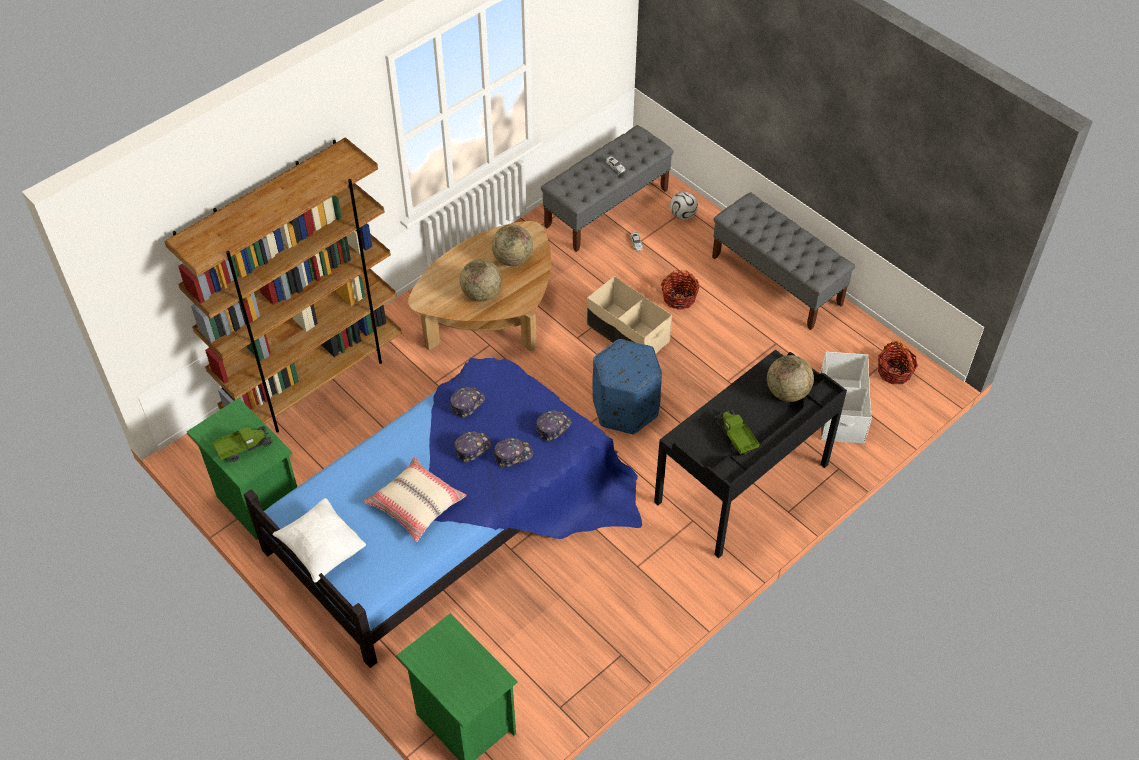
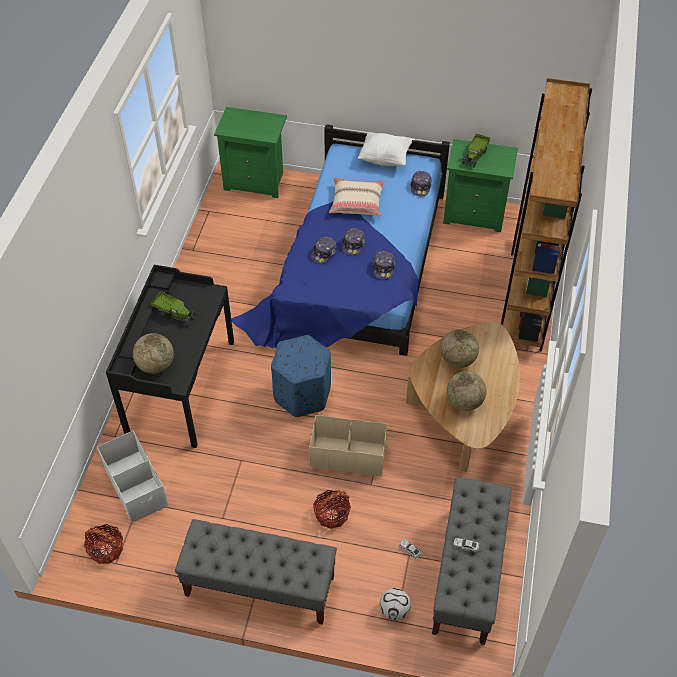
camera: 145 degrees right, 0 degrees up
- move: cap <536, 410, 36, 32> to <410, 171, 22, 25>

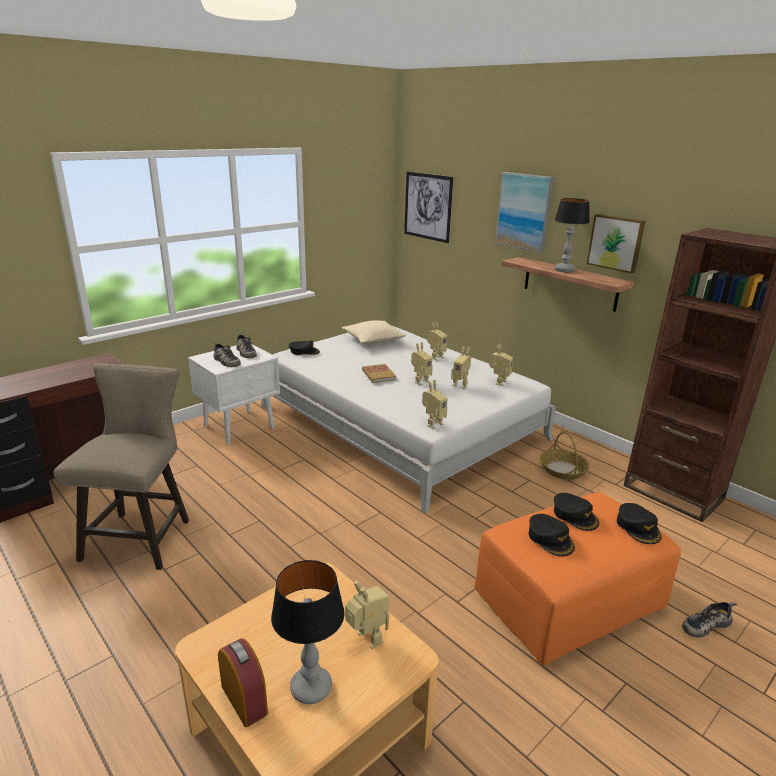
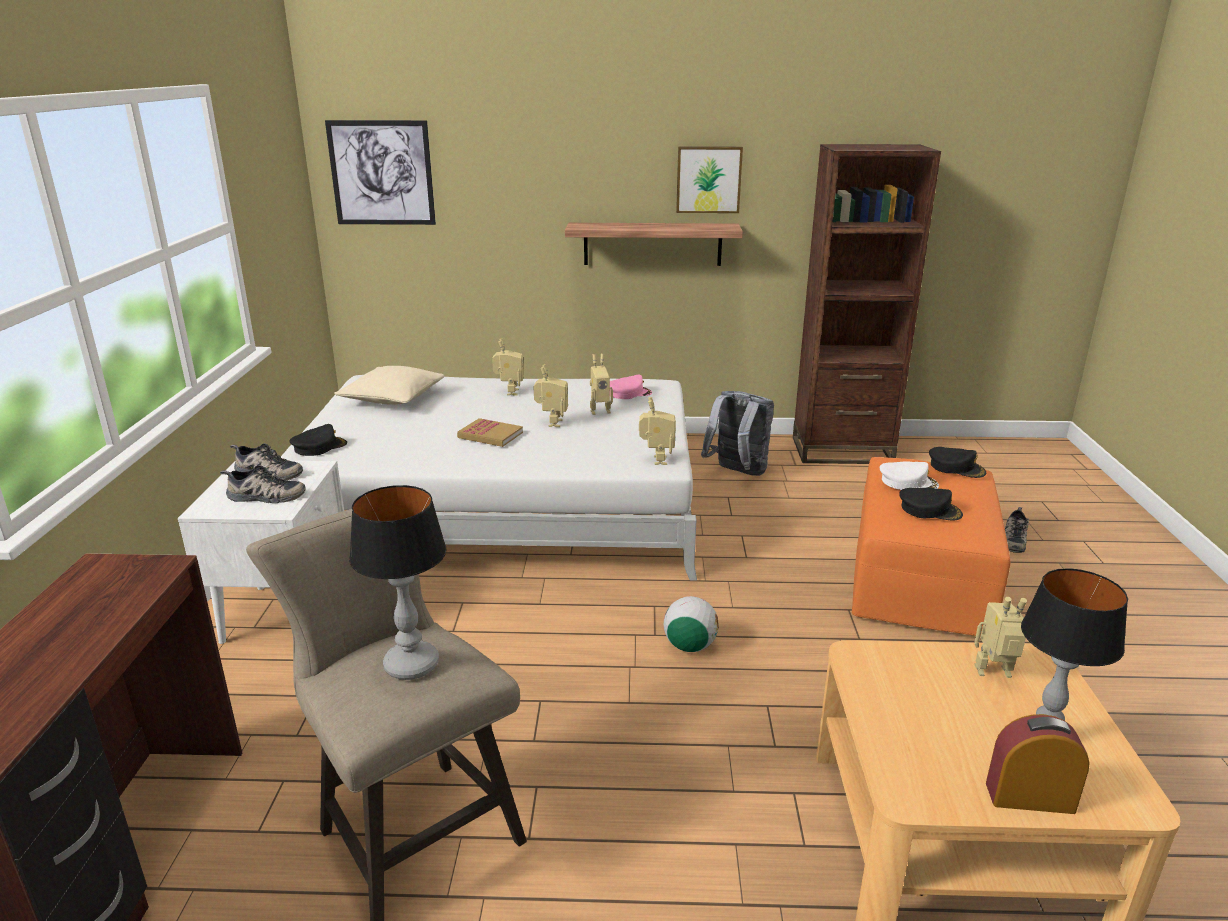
camera: 45 degrees left, 0 degrees up
- replace: model robot <489, 344, 24, 42> to pink-coloured cap <610, 375, 42, 24>
- delete: wall art <495, 172, 59, 81>
- replace: storage basket <540, 431, 50, 49> to greyish rucksack <701, 391, 73, 85>
- recolor: black-coloured cap <554, 493, 45, 38> to white cap <880, 461, 59, 29>
- move: tabletop lamp <555, 198, 35, 74> to <349, 485, 98, 195>
- insert: football ball <664, 596, 55, 56>

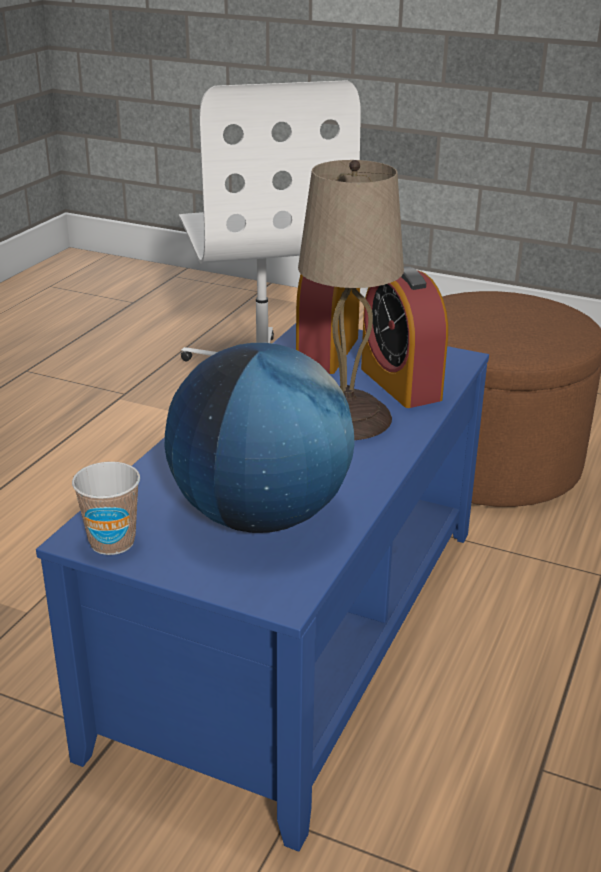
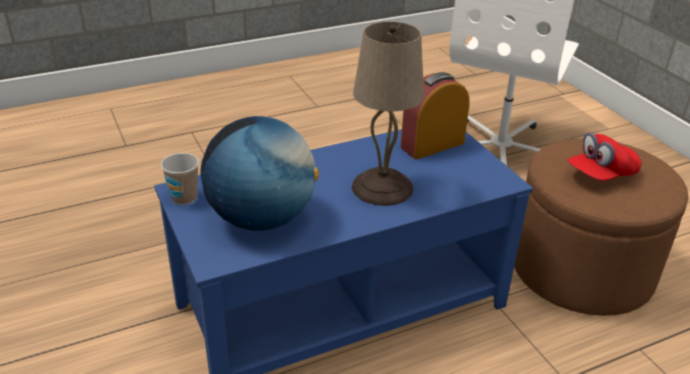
camera: 40 degrees right, 5 degrees up
- delete: alarm clock <361, 266, 87, 142>
- insert: red-coloured cap <567, 132, 75, 49>

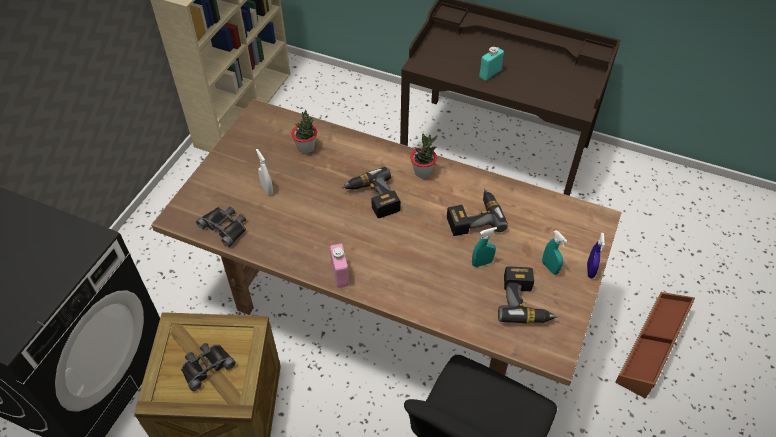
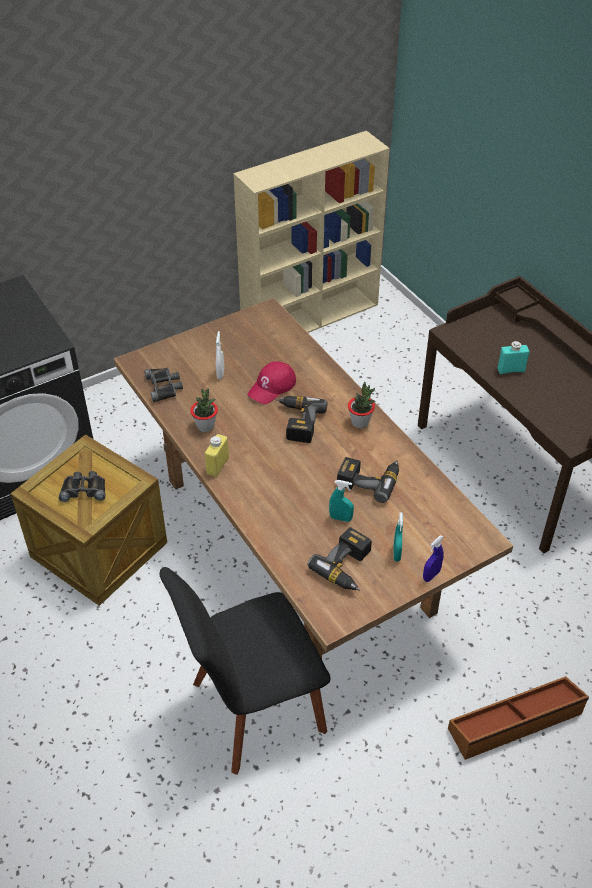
camera: 35 degrees right, 5 degrees down
- move: potted plant <291, 110, 26, 44> to <190, 388, 28, 44>
- recolor: pink-coloured bottle <330, 244, 19, 44> to yellowish bottle <205, 434, 24, 43>
- insert: red-coloured cap <247, 361, 49, 43>

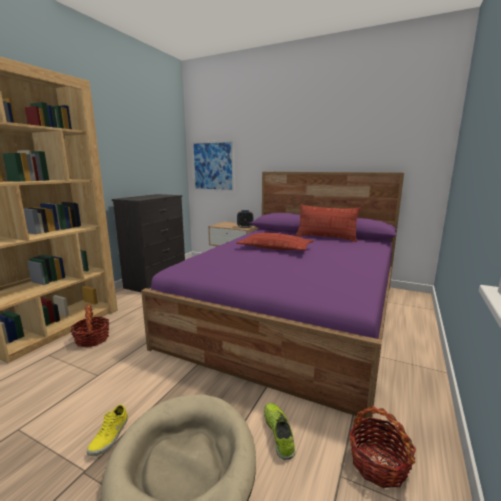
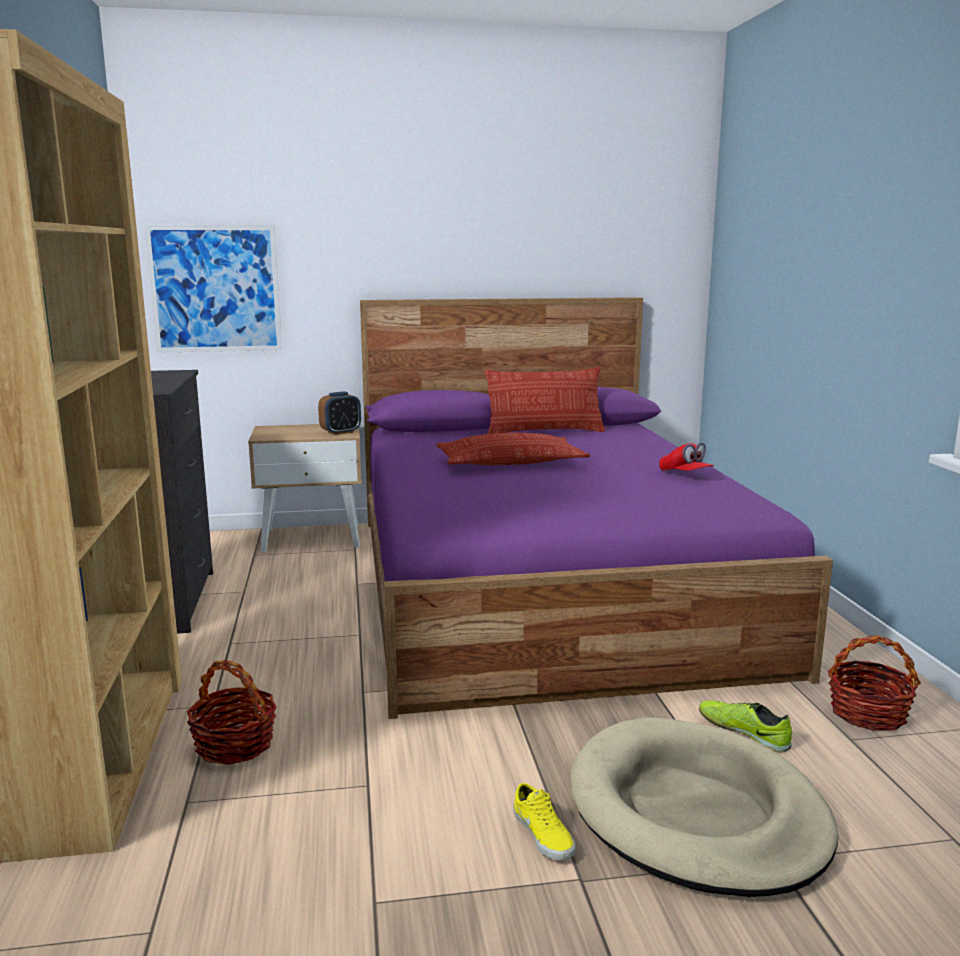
camera: 35 degrees left, 0 degrees up
- insert: red-coloured cap <659, 442, 55, 29>

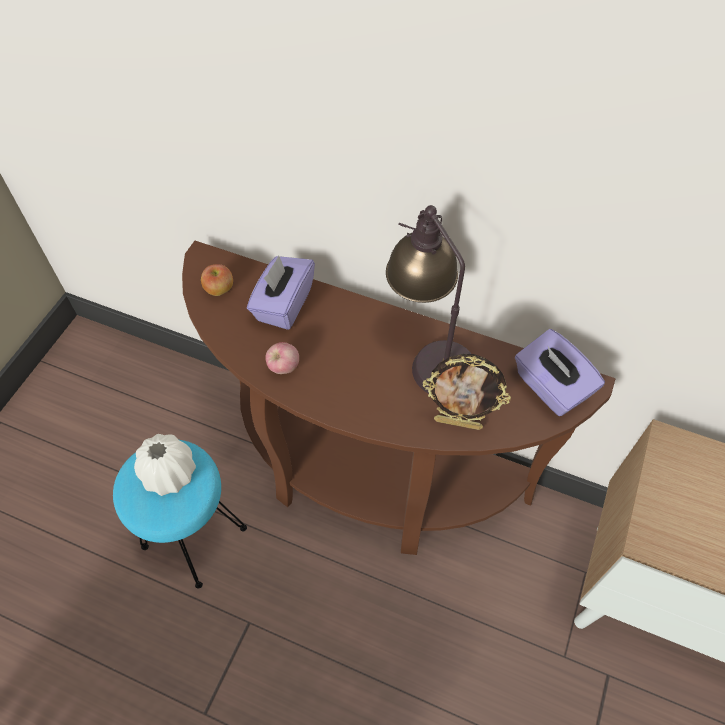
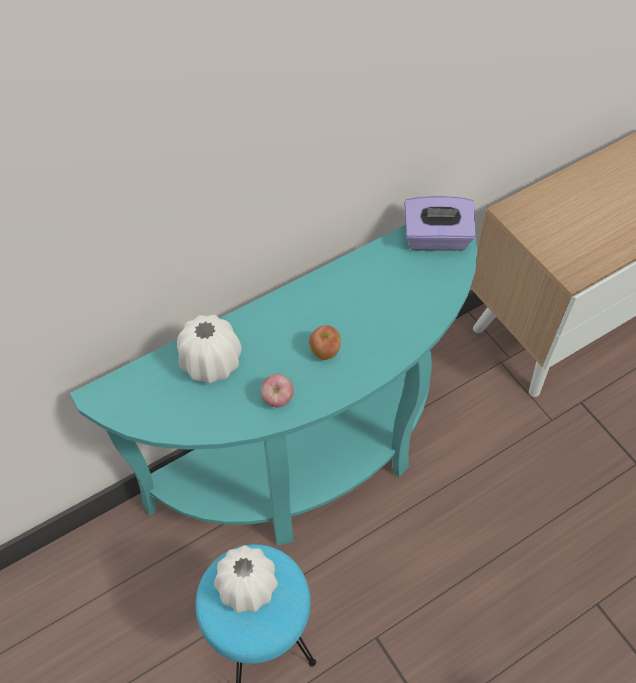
camera: 55 degrees left, 0 degrees up
- recolor: brownish console table <182, 241, 433, 314> to turquoise console table <70, 225, 408, 321>
- move: apple <201, 264, 32, 32> to <309, 325, 32, 35>
- replace: purple-coloured tissue holder <247, 256, 68, 74> to white flower vase <177, 315, 65, 69>
- delete: tabletop lamp <386, 205, 85, 189>
- delete: standing frame <423, 354, 88, 76>

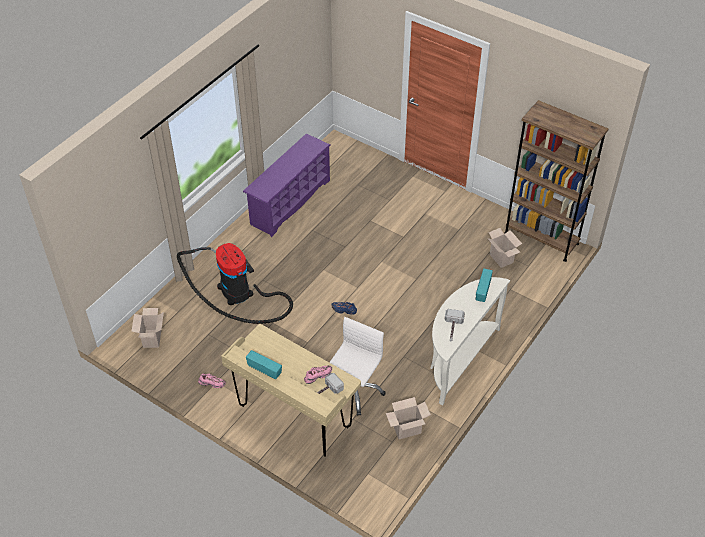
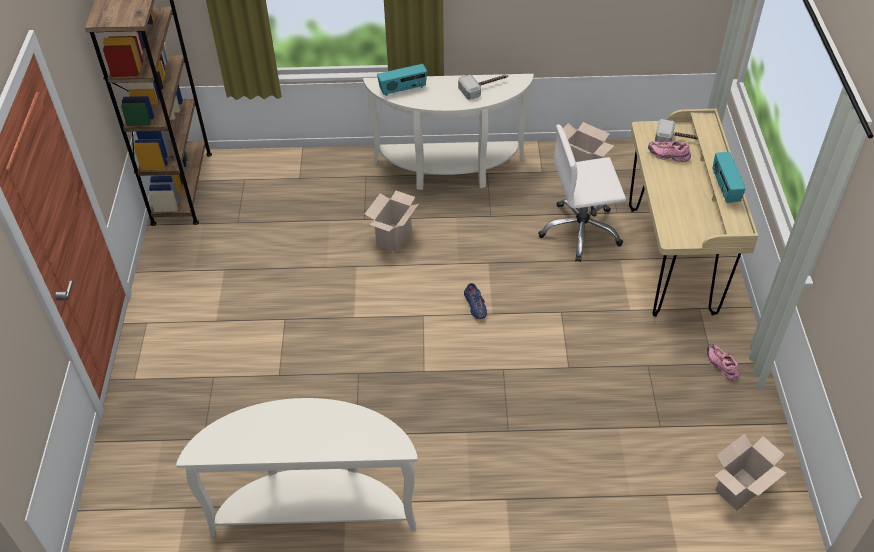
camera: 125 degrees left, 0 degrees up
- delete: vacuum cleaner <177, 243, 116, 81>
- replace: purple-coloured shoe stand <243, 134, 87, 103> to white console table <176, 398, 242, 139>
- move: cardboard box <487, 228, 35, 40> to <365, 191, 54, 61>

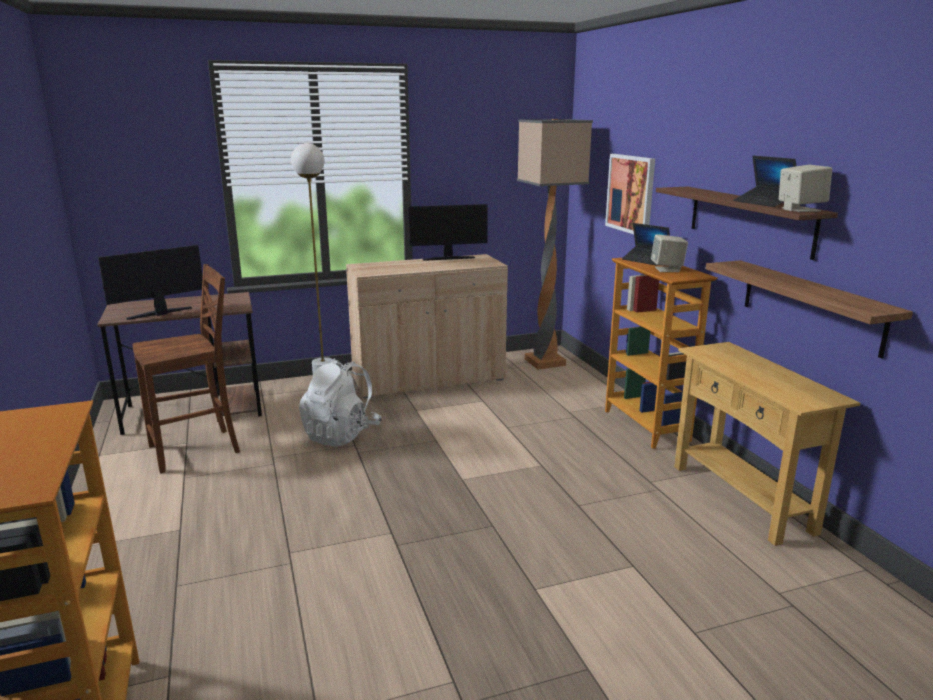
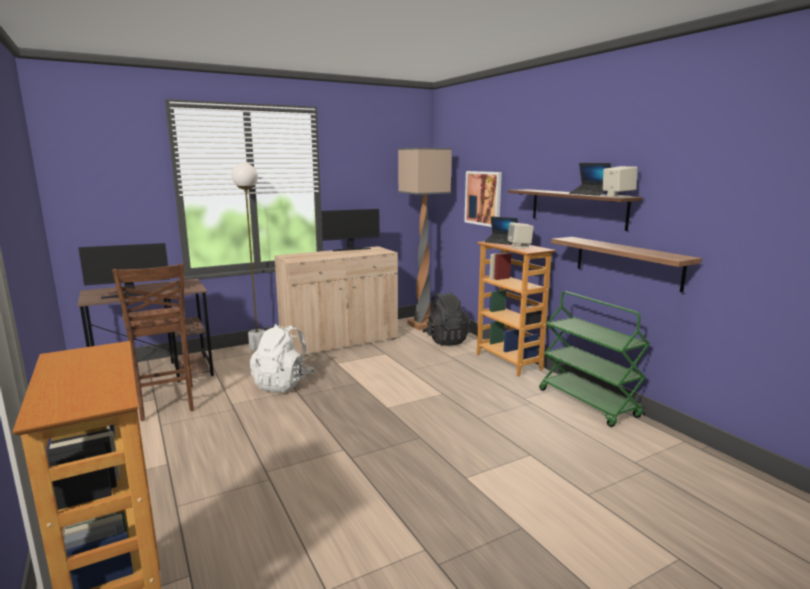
camera: 10 degrees left, 5 degrees down
- rotate: computer display <98, 245, 105, 75> = <78, 243, 92, 56> 150 degrees counterclockwise
- rotate: brownish chair <132, 264, 108, 209> = <112, 263, 82, 158> 105 degrees clockwise
- replace: beige-coloured console table <674, 342, 186, 204> to green trolley <539, 291, 111, 136>
- insert: black-coloured rucksack <422, 292, 49, 54>

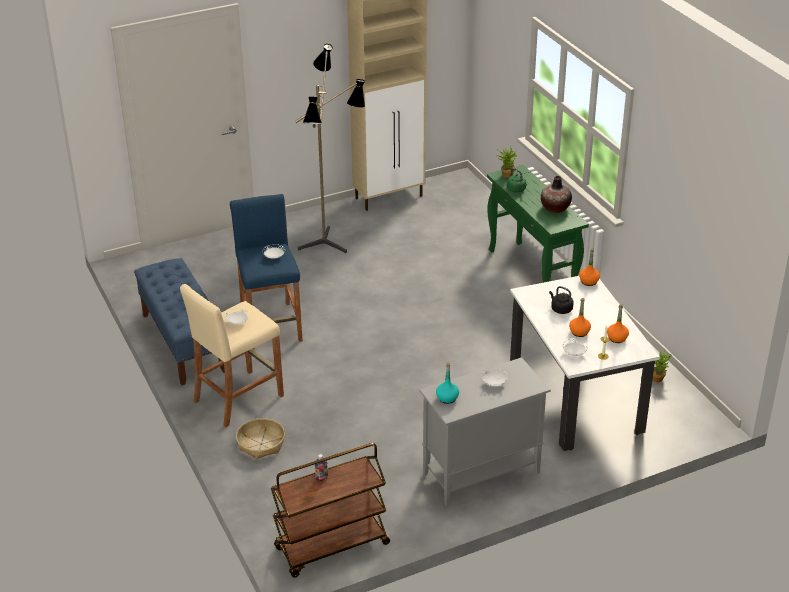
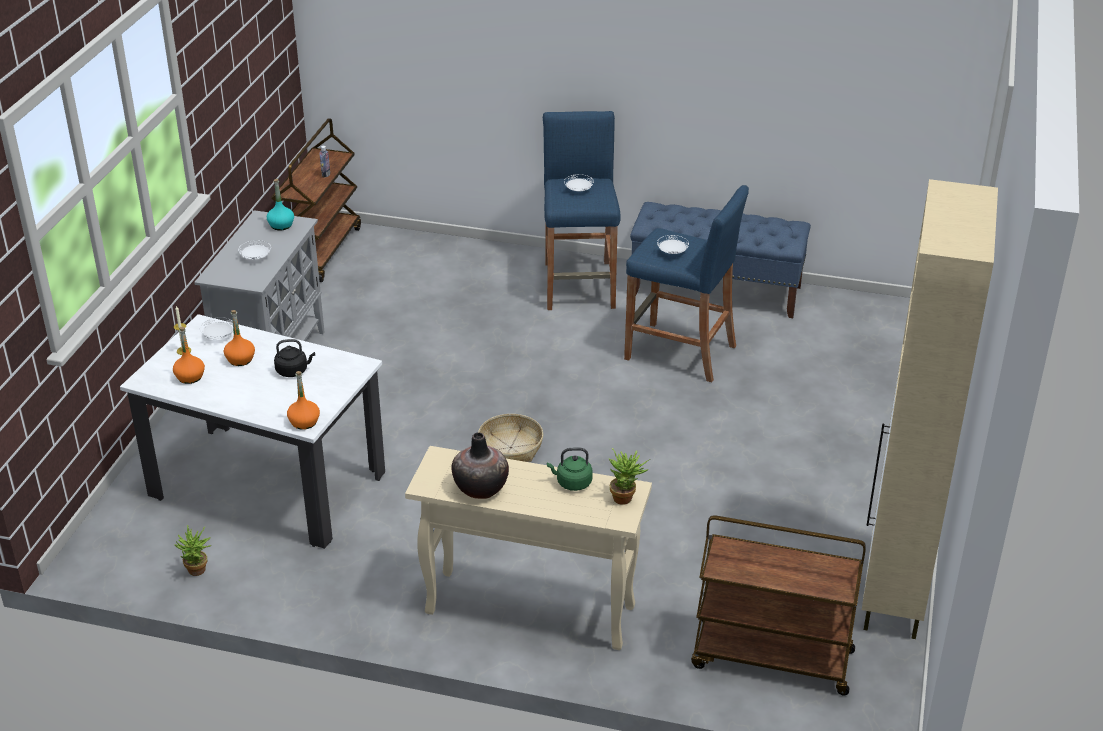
camera: 130 degrees right, 0 degrees up
- recolor: beige-coloured stool seat <180, 284, 104, 143> to blue stool seat <543, 111, 78, 199>
- move: storage basket <236, 418, 49, 41> to <478, 414, 65, 48>
- delete: standing lamp <295, 44, 70, 209>
- recolor: green console table <487, 165, 102, 118> to beige-coloured console table <405, 446, 247, 204>
- insert: brownish trolley <691, 515, 175, 180>

